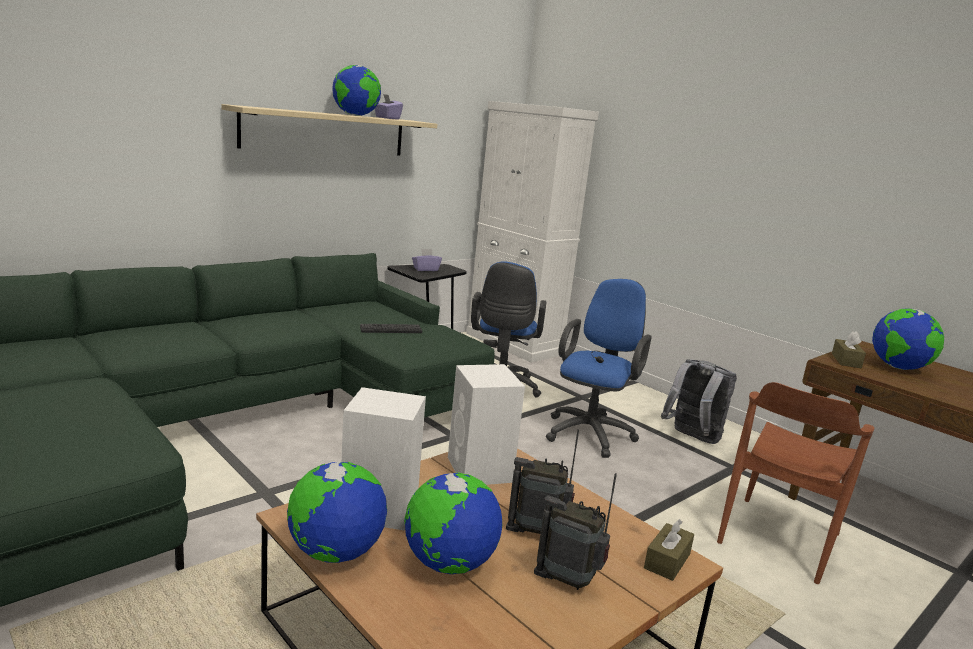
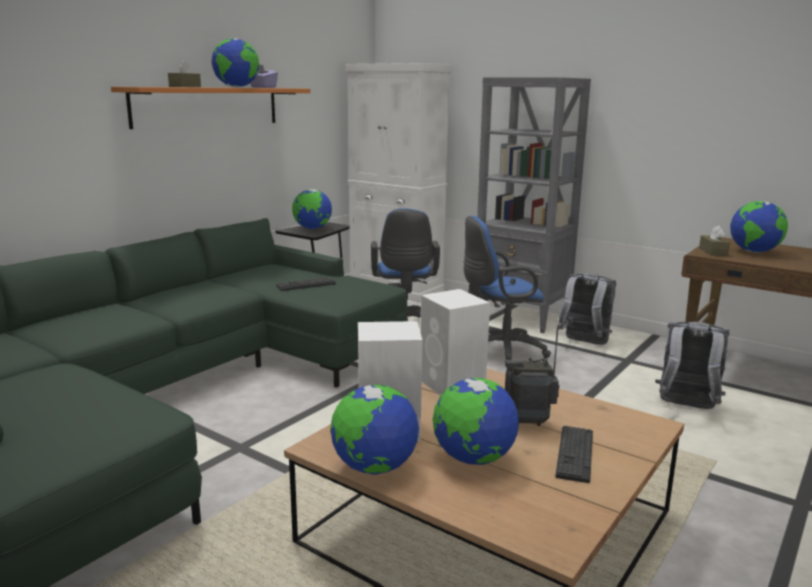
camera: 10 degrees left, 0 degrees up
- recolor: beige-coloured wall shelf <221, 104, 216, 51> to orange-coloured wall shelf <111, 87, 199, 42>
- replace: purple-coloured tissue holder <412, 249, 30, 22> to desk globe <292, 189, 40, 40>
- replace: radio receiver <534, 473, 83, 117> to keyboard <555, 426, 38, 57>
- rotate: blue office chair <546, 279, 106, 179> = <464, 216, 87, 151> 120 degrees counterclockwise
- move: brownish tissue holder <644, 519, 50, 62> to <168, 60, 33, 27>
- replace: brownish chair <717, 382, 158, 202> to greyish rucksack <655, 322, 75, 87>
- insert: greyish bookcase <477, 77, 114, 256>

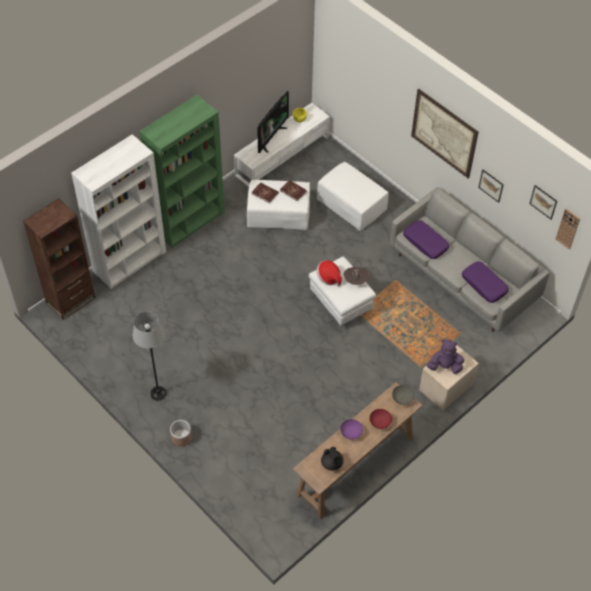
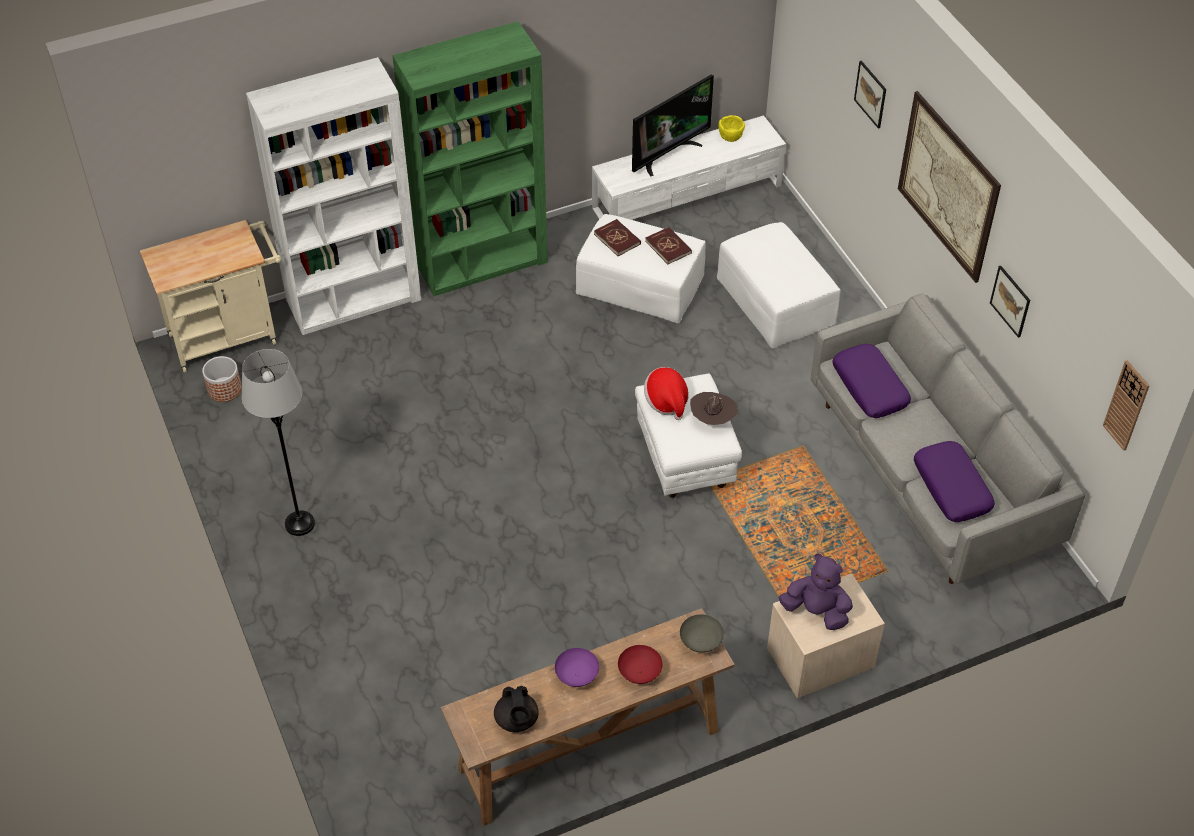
camera: 20 degrees right, 5 degrees down
- replace: brownish bookcase <23, 199, 73, 121> to beige-coloured trolley <140, 220, 141, 153>
- move: flower pot <170, 420, 22, 27> to <202, 356, 40, 46>
- move: wall art <530, 185, 27, 34> to <854, 61, 32, 68>

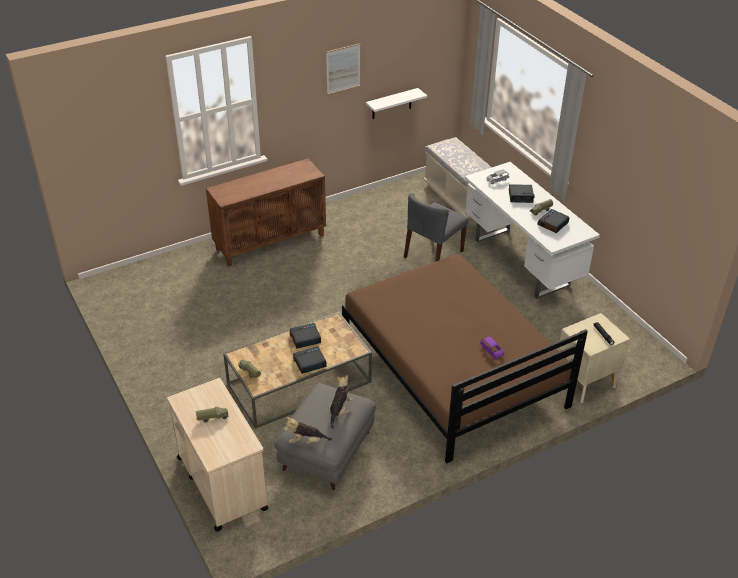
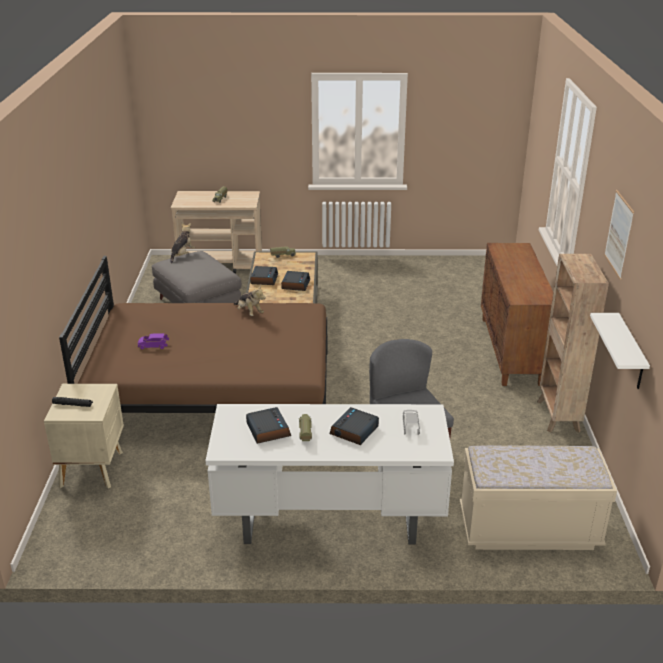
camera: 120 degrees right, 10 degrees down
- move: soft toy <329, 375, 24, 54> to <234, 285, 32, 31>
- insert: brownish bookcase <537, 254, 72, 178>

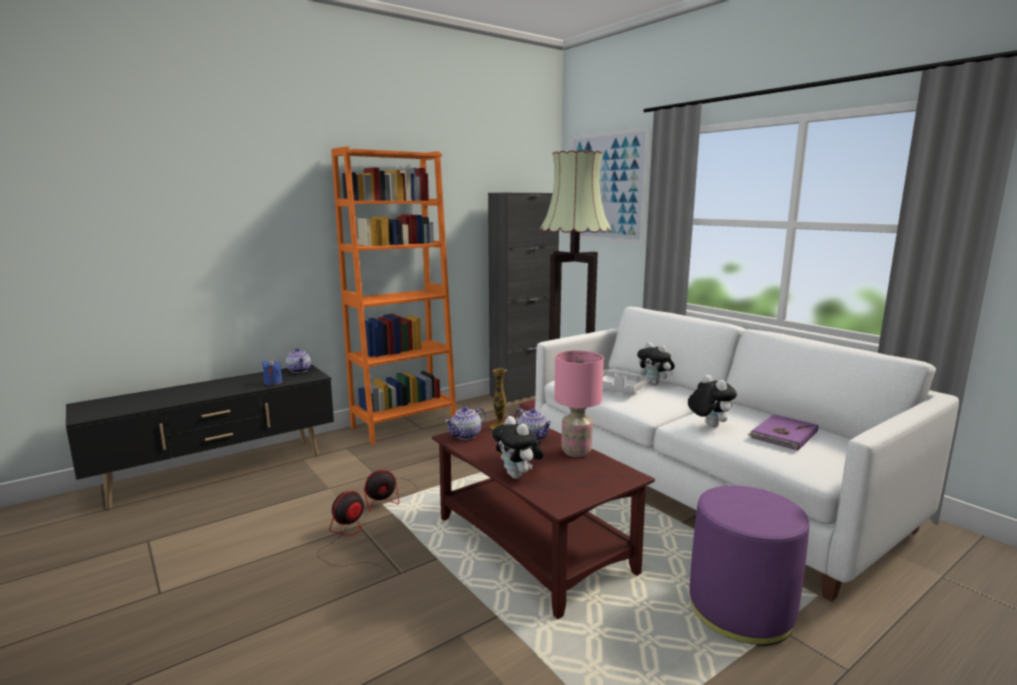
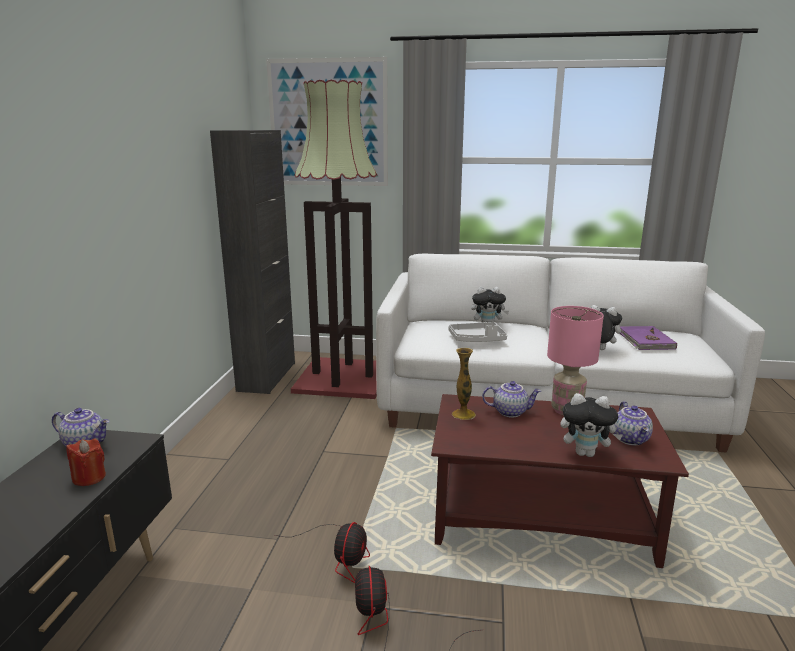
camera: 45 degrees left, 5 degrees up
- recolor: blue candle <262, 359, 20, 26> to red-coloured candle <66, 438, 40, 48>
- delete: orange-coloured bookcase <331, 146, 125, 299>
- move: teapot <445, 407, 40, 33> to <614, 401, 39, 44>
- delete: purple-coloured ottoman <689, 486, 120, 160>

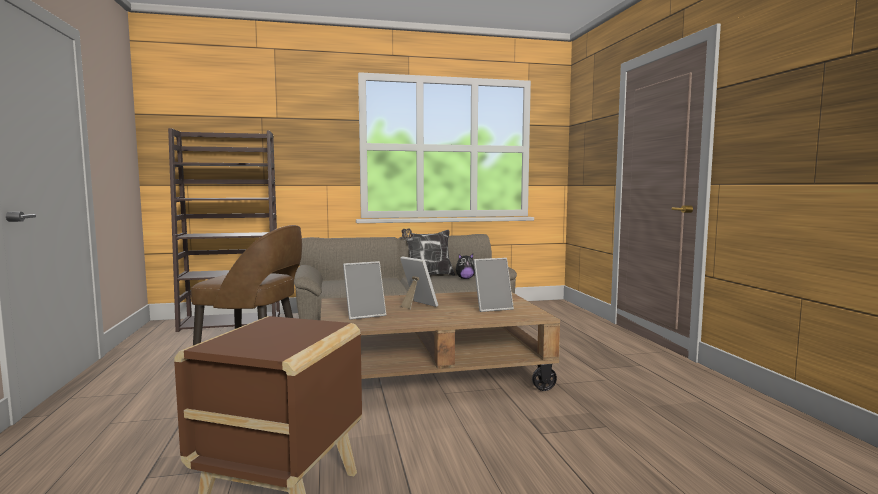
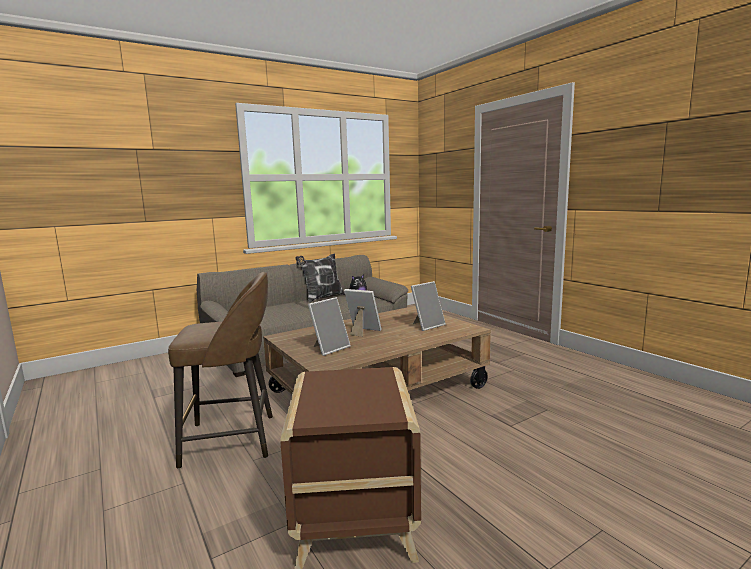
camera: 20 degrees left, 5 degrees up
- delete: brownish bookcase <168, 128, 112, 204>

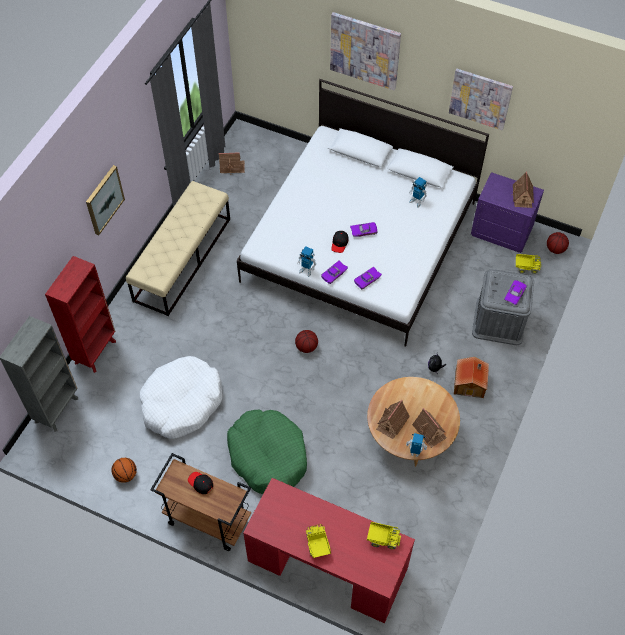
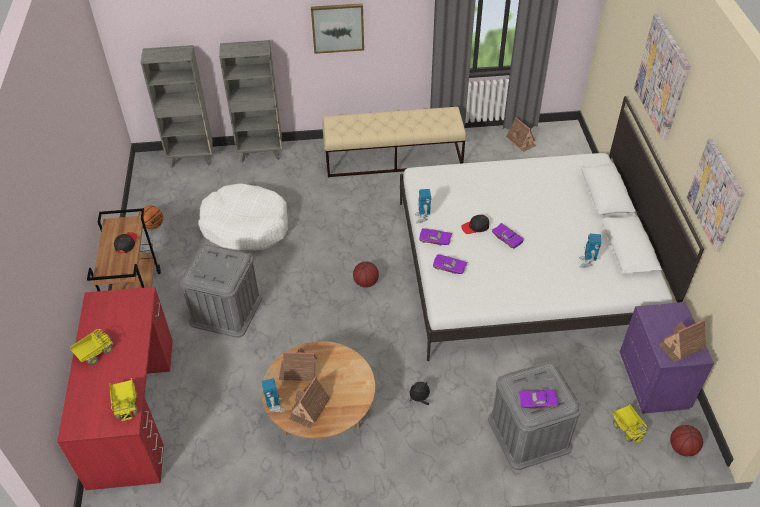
camera: 60 degrees right, 10 degrees down
- recolor: red-coloured bookcase <45, 256, 71, 117> to greyish bookcase <219, 40, 63, 123>
- replace: green dog cushion <227, 410, 80, 84> to greyish storage container <180, 245, 82, 93>
- delete: toy house <454, 357, 35, 41>

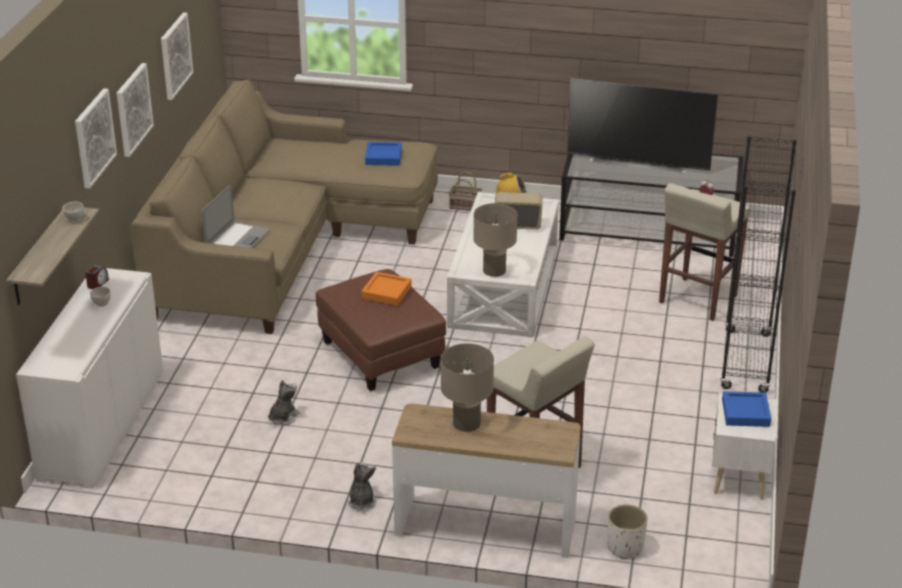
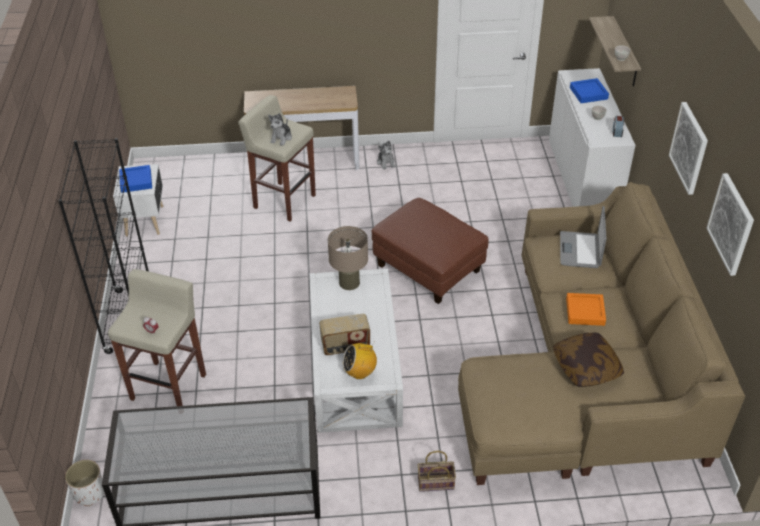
camera: 165 degrees right, 10 degrees up
- delete: wall art <75, 88, 42, 101>
- move: soft toy <268, 380, 32, 45> to <268, 113, 24, 33>
- move: orange-coloured tray <362, 272, 50, 34> to <566, 293, 40, 33>
- move: blue tray <365, 142, 37, 24> to <570, 78, 39, 25>
- delete: beige-coloured tabletop lamp <441, 344, 53, 88>
- delete: TV set <567, 78, 151, 96>
- move: white flower pot <608, 504, 40, 55> to <65, 460, 40, 46>
- insert: pillow <553, 333, 71, 54>

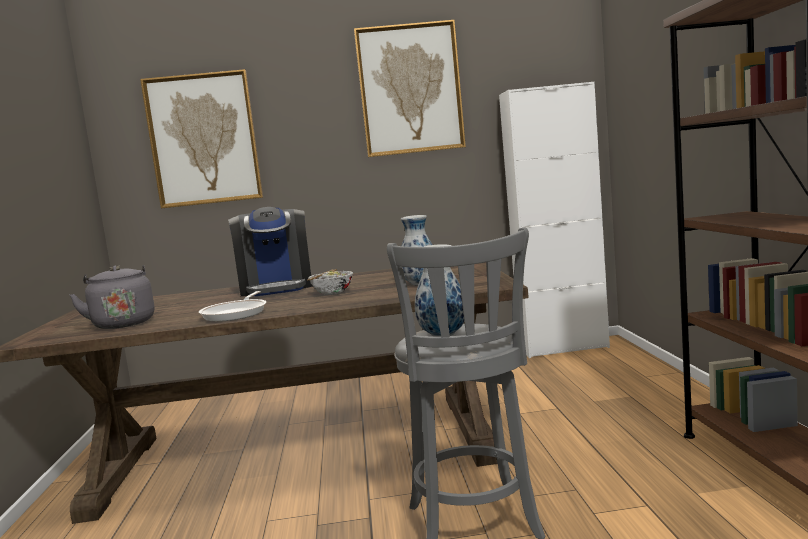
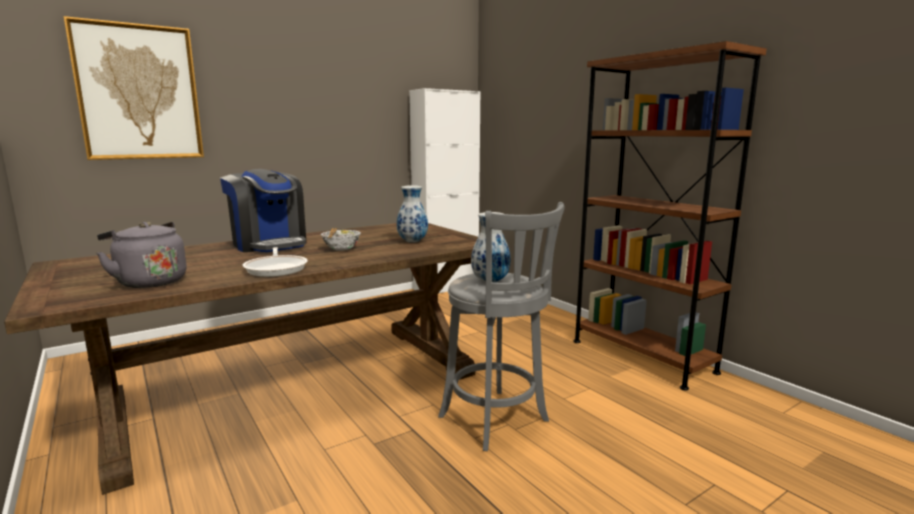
camera: 30 degrees left, 5 degrees up
- delete: wall art <354, 20, 112, 137>

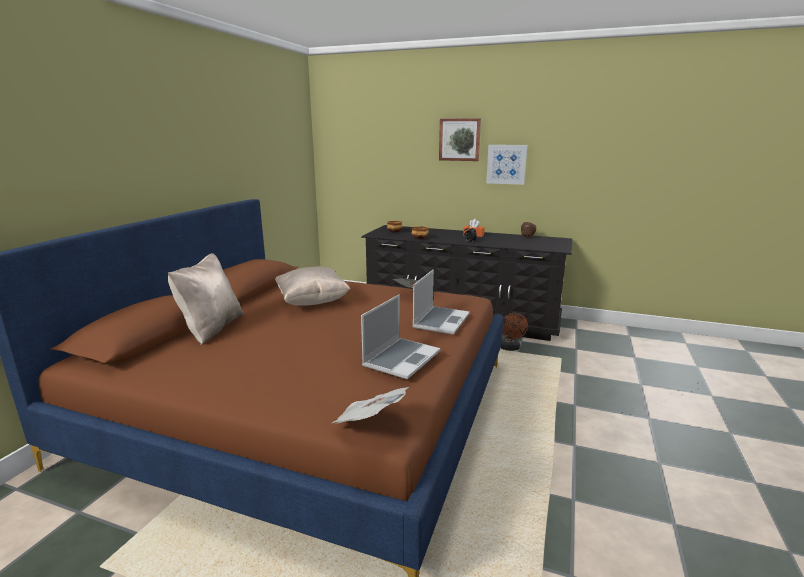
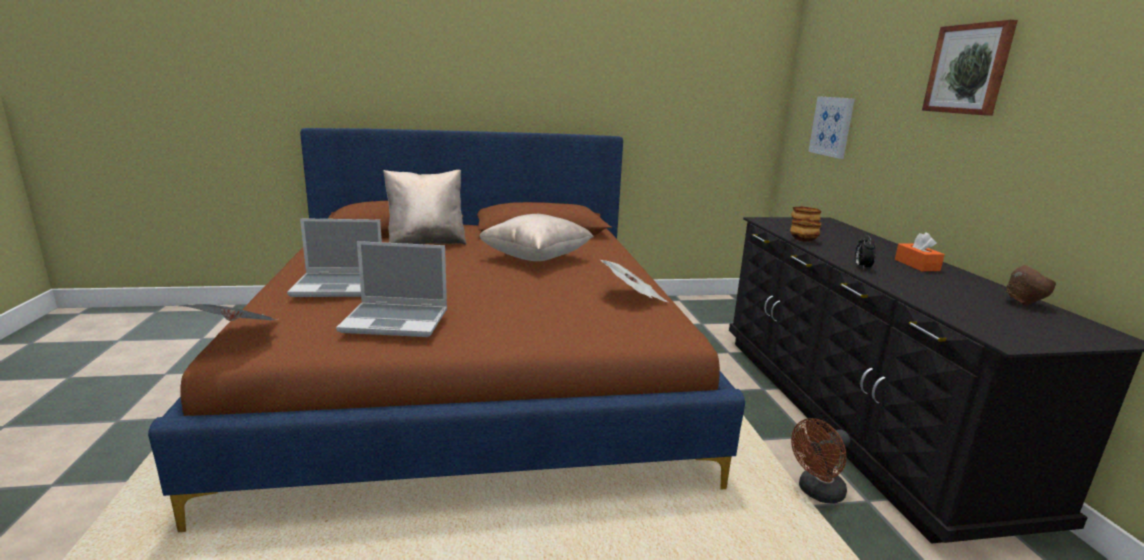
camera: 60 degrees right, 0 degrees up
- move: laptop <412, 269, 58, 66> to <287, 218, 95, 79>
- move: wall art <486, 145, 42, 40> to <808, 96, 47, 63>

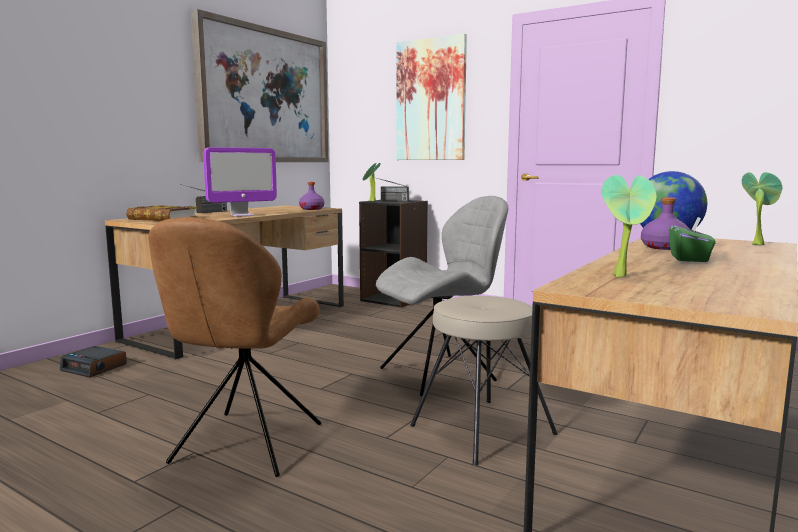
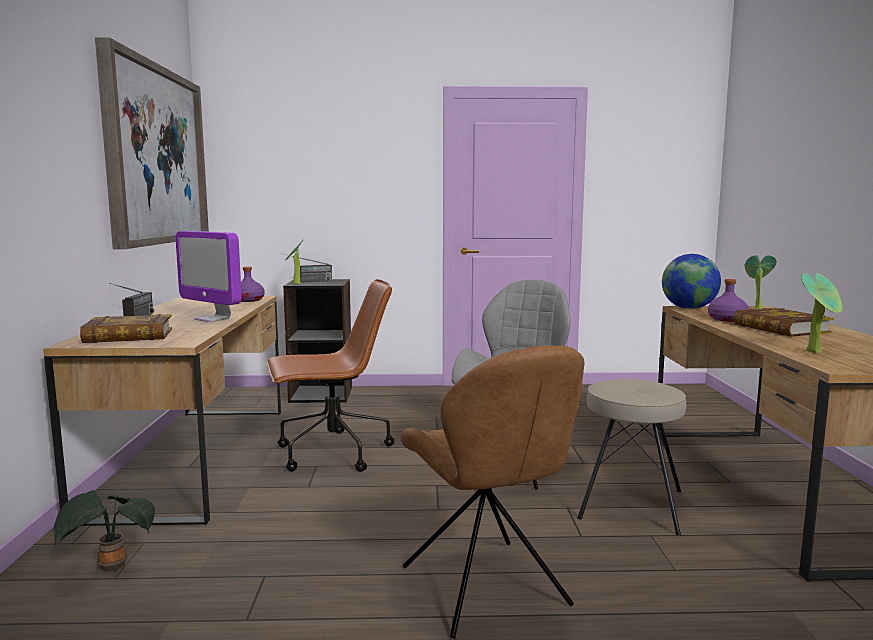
camera: 35 degrees left, 0 degrees up
- replace: alarm clock <60, 346, 67, 31> to potted plant <54, 490, 101, 82>
- rotate: computer display <203, 147, 74, 70> = <176, 231, 66, 91> 105 degrees clockwise
- delete: wall art <396, 34, 71, 126>
- replace: green tissue holder <669, 217, 47, 45> to bound book <733, 307, 101, 30>
- insert: brownish office chair <266, 279, 128, 193>

